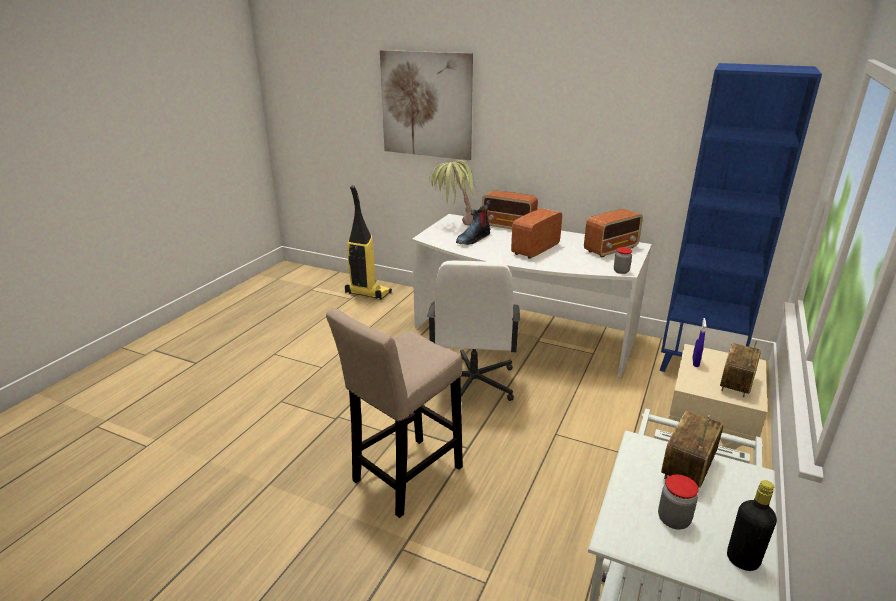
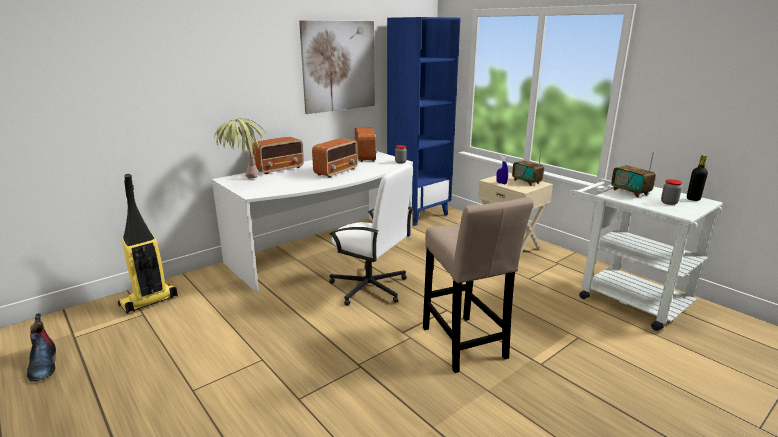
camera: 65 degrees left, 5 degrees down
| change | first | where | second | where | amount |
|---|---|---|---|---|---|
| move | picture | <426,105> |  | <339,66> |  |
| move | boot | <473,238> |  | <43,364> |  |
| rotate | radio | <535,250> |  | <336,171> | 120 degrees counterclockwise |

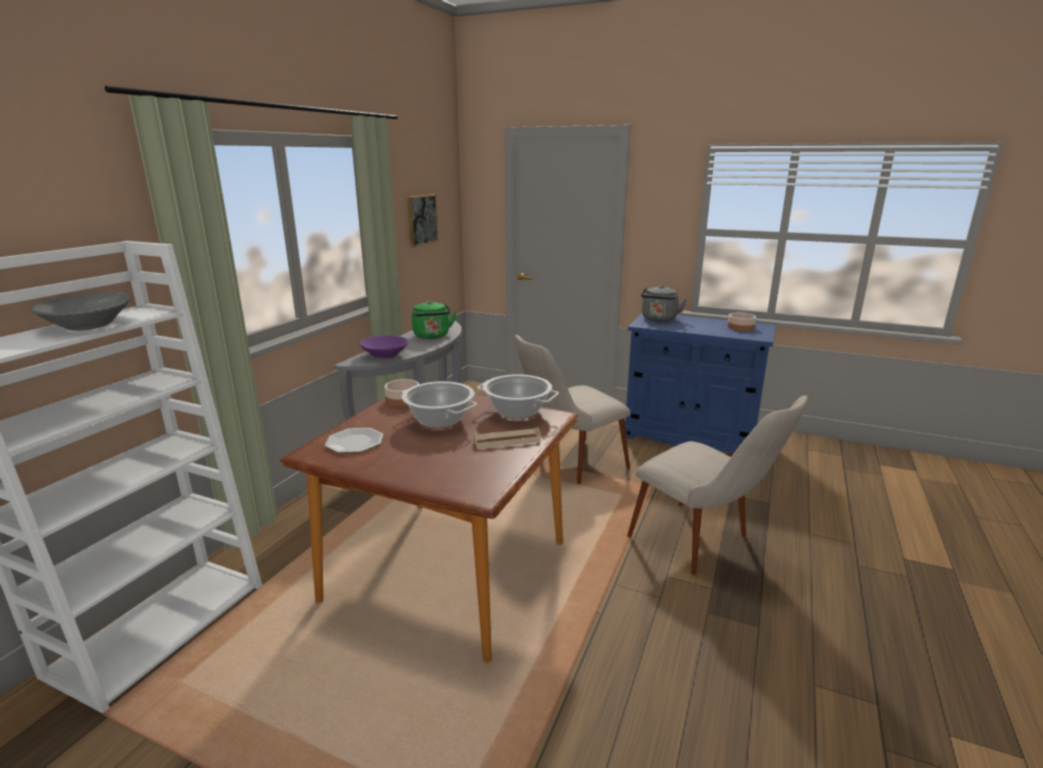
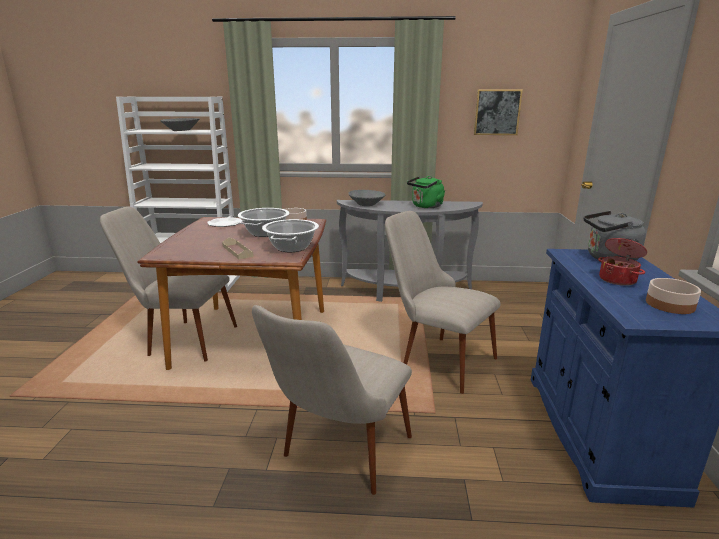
camera: 70 degrees right, 0 degrees up
| change | first | where | second | where | amount |
|---|---|---|---|---|---|
| insert |  |  | chair in beige | <180,339> |  |
| insert |  |  | cooking pot | <618,279> |  |
| recolor | bowl in purple | <385,355> | bowl in grey | <366,204> |  |

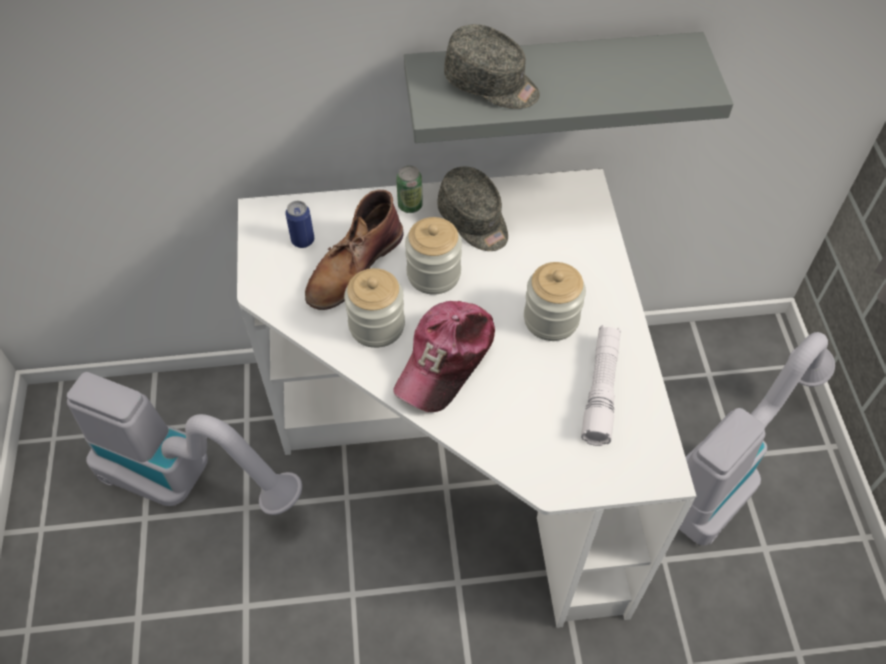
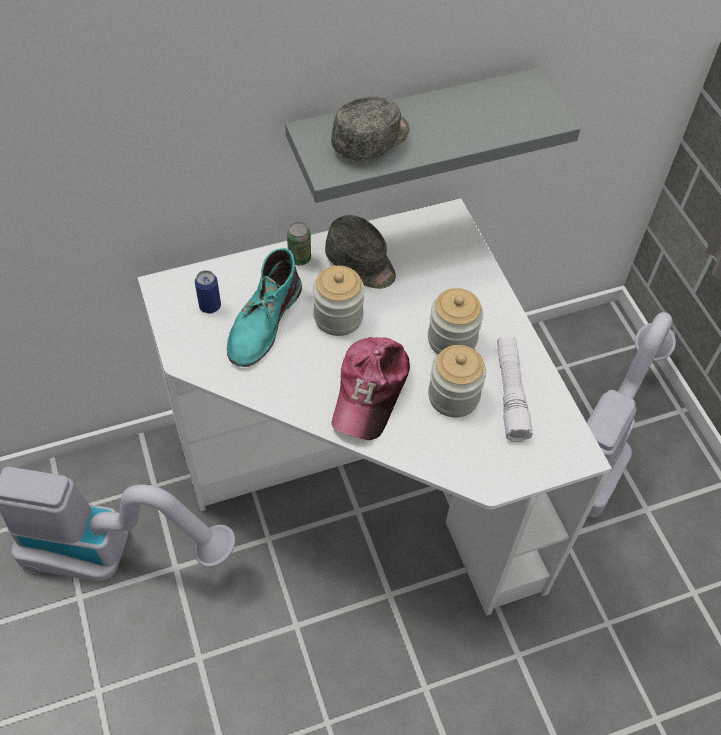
camera: 15 degrees left, 0 degrees up
| change | first | where | second | where | amount |
|---|---|---|---|---|---|
| move | jar | <376,325> |  | <453,396> |  |
| recolor | boot in brown | <353,266> | boot in turquoise | <263,322> |  |
| rotate | cap in grey | <492,84> |  | <372,140> | 60 degrees counterclockwise |

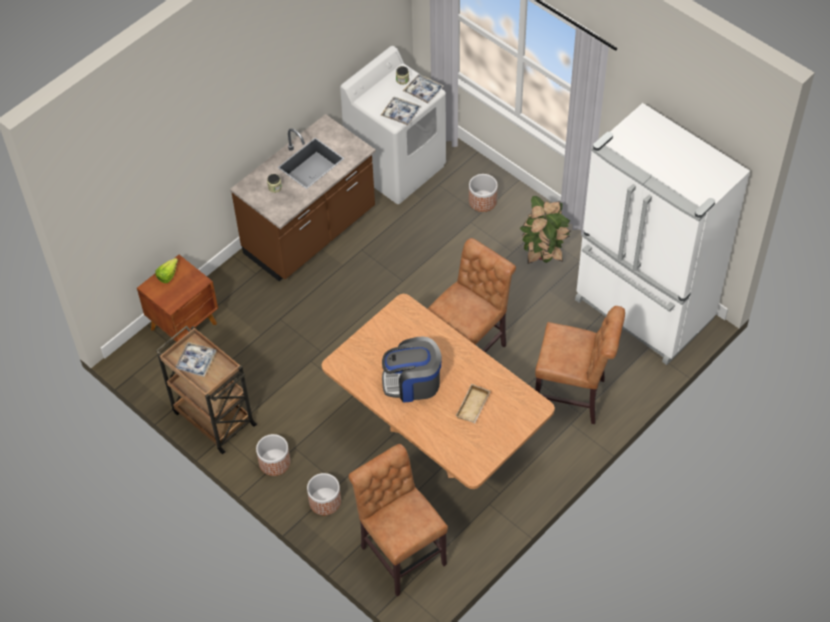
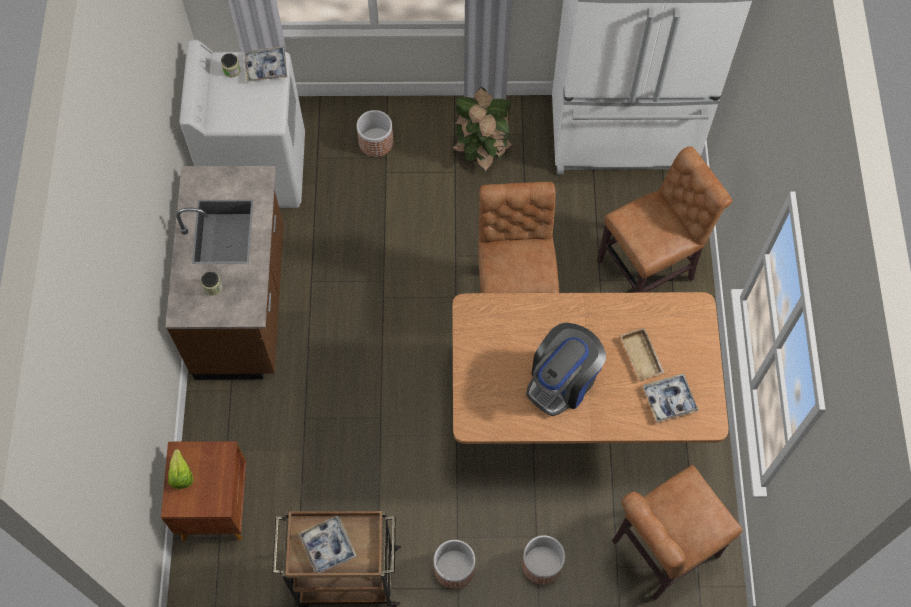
camera: 45 degrees left, 10 degrees up
| change | first | where | second | where | amount |
|---|---|---|---|---|---|
| move | tray | <401,113> |  | <669,400> |  |
| rotate | chair in brown | <400,552> |  | <660,551> | 45 degrees counterclockwise |

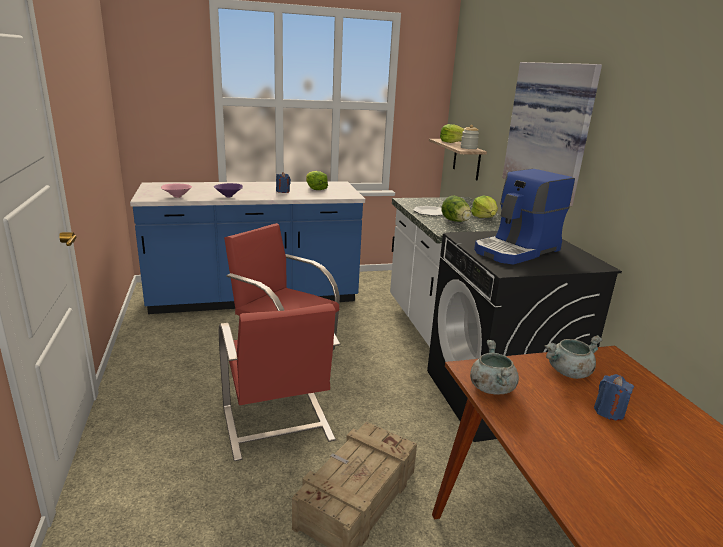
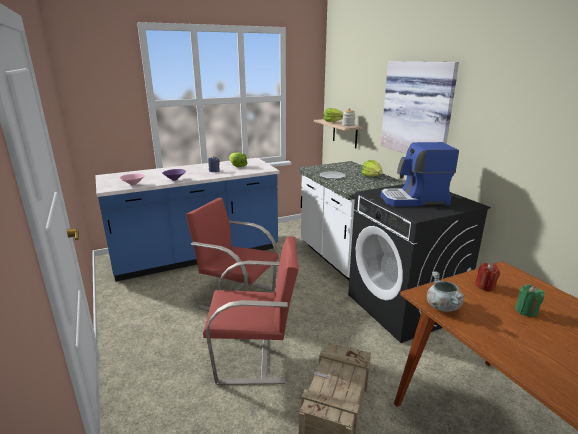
camera: 10 degrees left, 0 degrees up
| change | first | where | second | where | amount |
|---|---|---|---|---|---|
| delete | lettuce | <456,221> |  |  |  |
| replace | cooking pot in grey | <568,372> | candle in red | <485,286> |  |
| recolor | candle in blue | <609,411> | candle in green | <526,311> |  |
| rotate | chair in red | <277,425> |  | <255,356> | 60 degrees counterclockwise |
| rotate | coffee machine | <517,251> |  | <414,200> | 45 degrees clockwise |

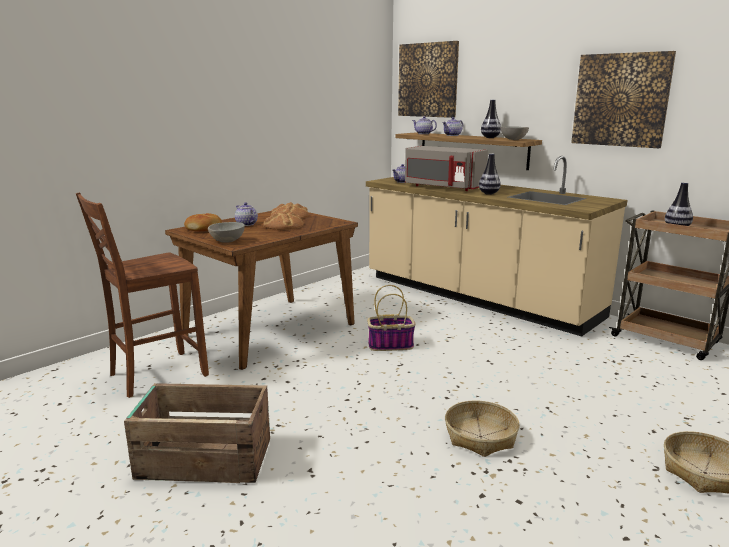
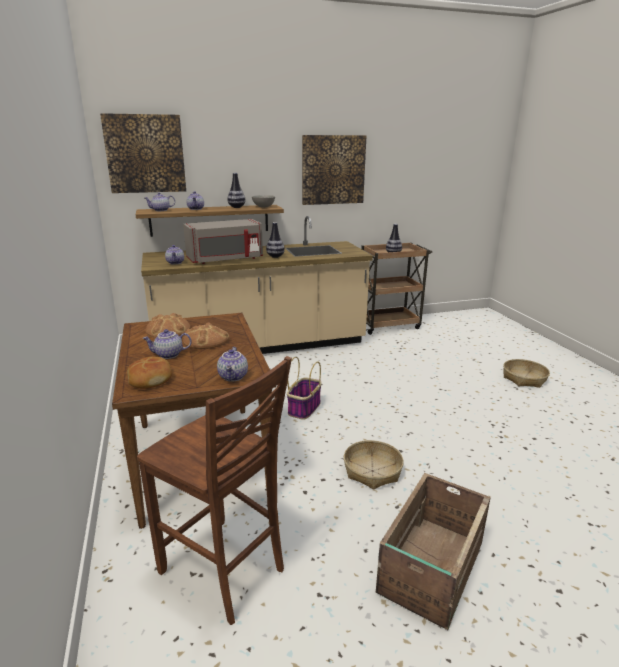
camera: 60 degrees left, 5 degrees up
| change | first | where | second | where | amount |
|---|---|---|---|---|---|
| move | basket | <480,437> |  | <372,471> |  |
| replace | bowl in grey | <227,241> | teapot | <233,377> |  |
| rotate | chair in brown | <155,374> |  | <224,572> | 45 degrees counterclockwise |

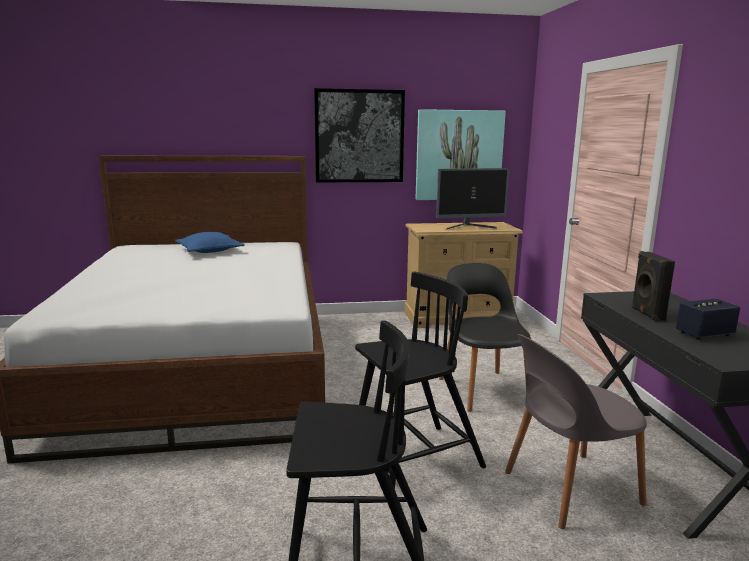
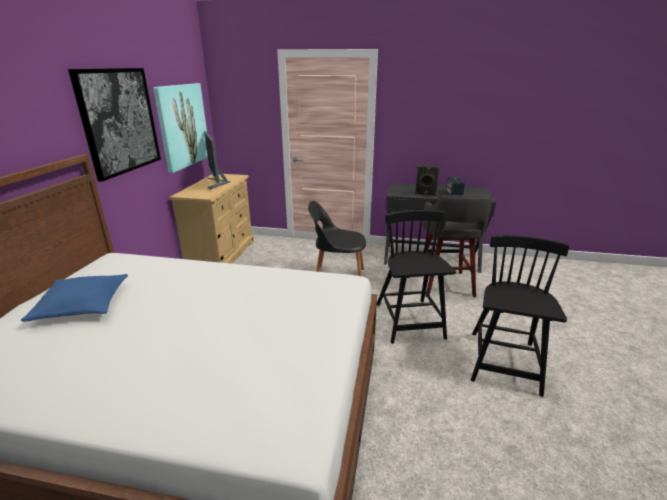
camera: 70 degrees left, 10 degrees up
| change | first | where | second | where | amount |
|---|---|---|---|---|---|
| replace | chair in grey | <568,489> | stool in grey | <445,285> |  |
| rotate | monitor | <469,227> |  | <217,183> | 150 degrees clockwise |

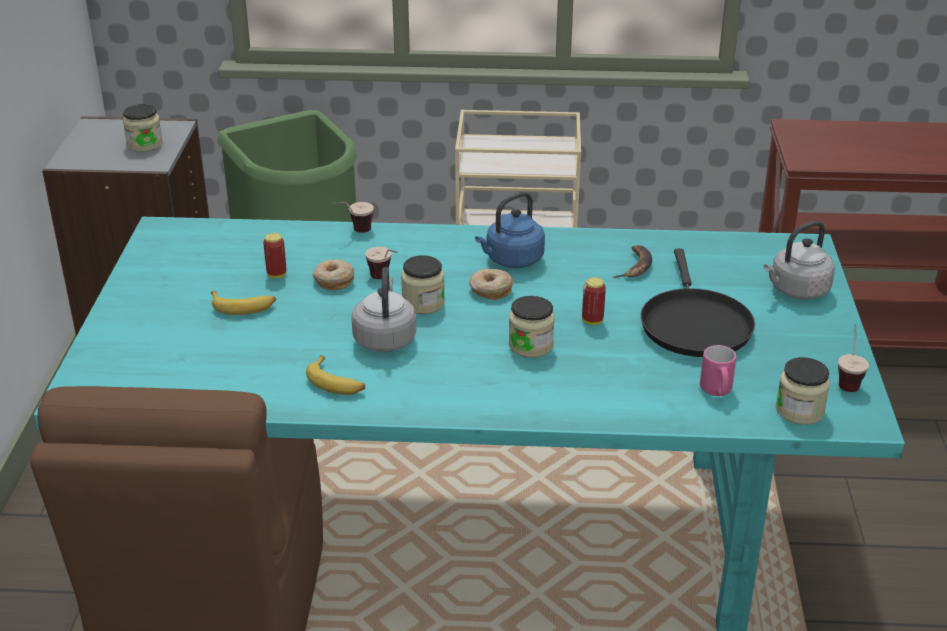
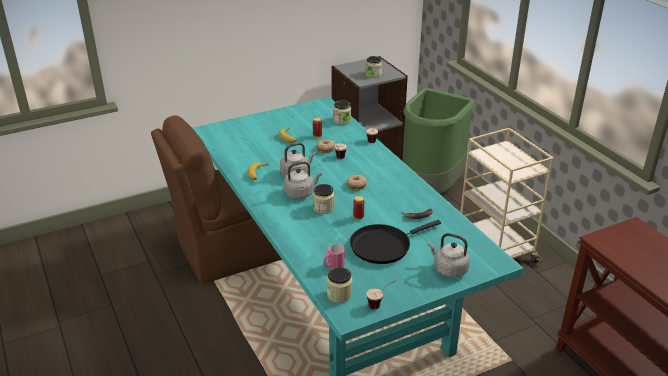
camera: 60 degrees right, 0 degrees up
| change | first | where | second | where | amount |
|---|---|---|---|---|---|
| delete | kettle in blue | <512,260> |  |  |  |
| insert |  |  | kettle in grey | <301,193> |  |
| move | jar | <423,303> |  | <342,120> |  |

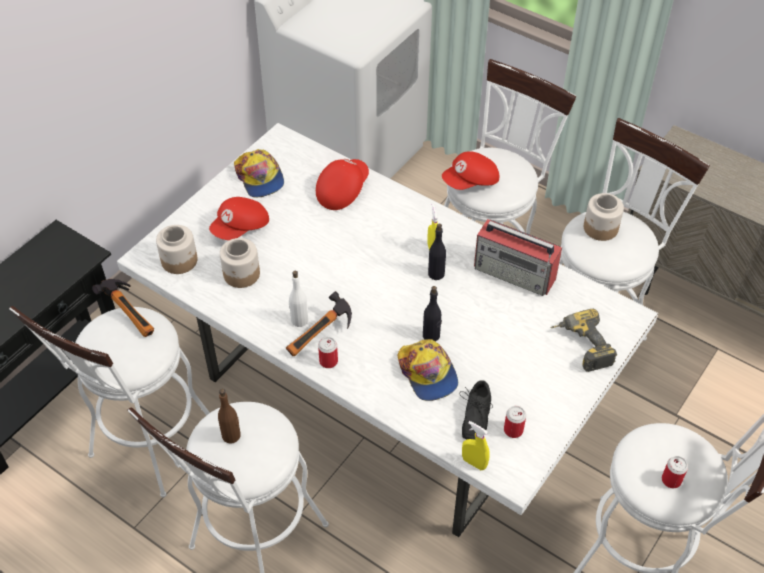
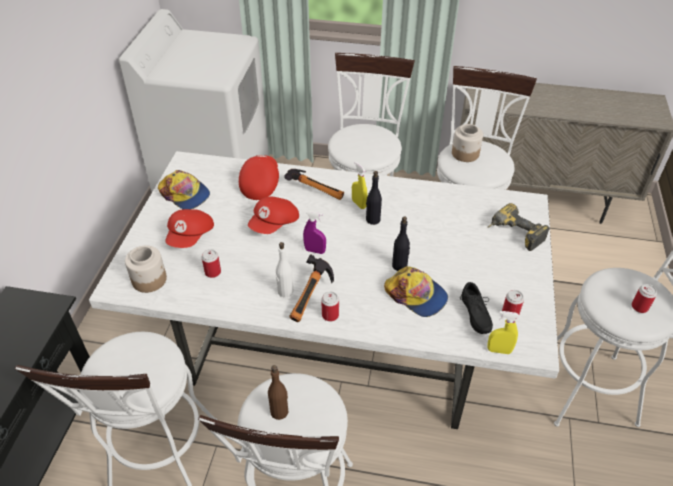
camera: 25 degrees left, 5 degrees down
| change | first | where | second | where | amount |
|---|---|---|---|---|---|
| delete | radio | <515,273> |  |  |  |
| insert |  |  | spray bottle in purple | <315,251> |  |
| move | hammer | <132,313> |  | <316,190> |  |
| move | cap in red | <471,182> |  | <274,224> |  |
| replace | jar | <242,274> | can | <213,272> |  |

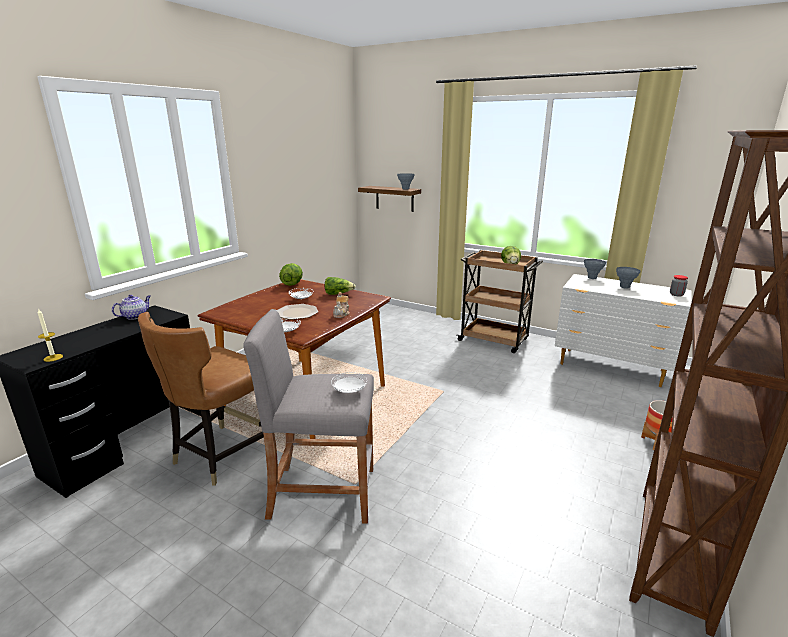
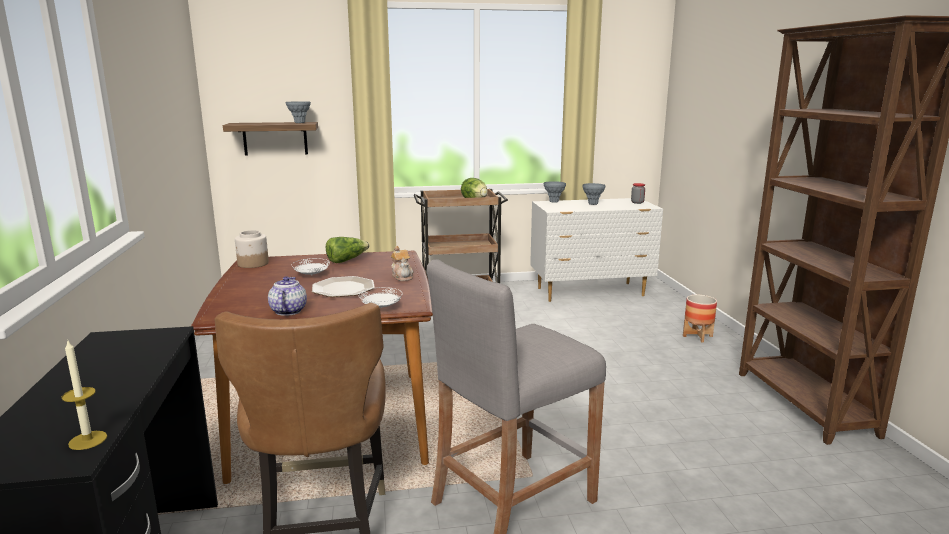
camera: 40 degrees left, 5 degrees down
| change | first | where | second | where | amount |
|---|---|---|---|---|---|
| delete | plate in white | <349,391> |  |  |  |
| move | teapot | <135,316> |  | <288,311> |  |
| replace | lettuce | <292,284> | jar | <253,264> |  |

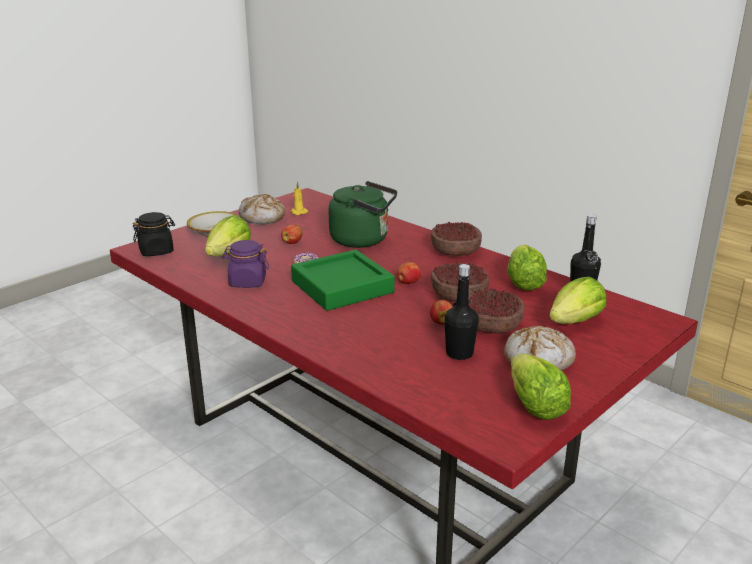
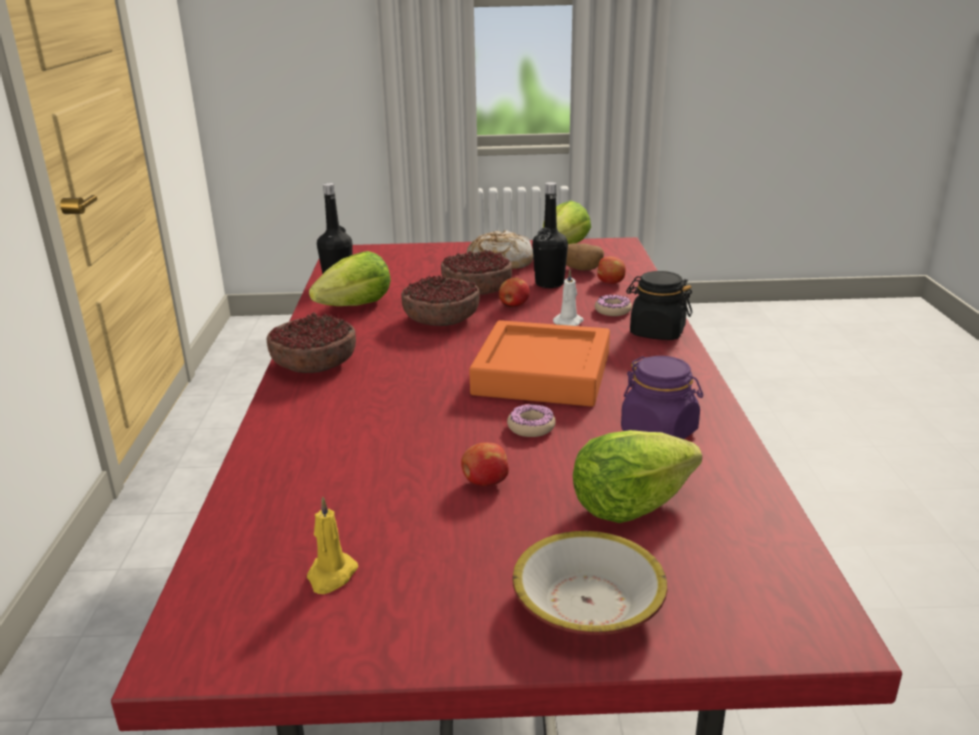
camera: 135 degrees left, 0 degrees up
| change | first | where | second | where | amount |
|---|---|---|---|---|---|
| delete | bread | <262,217> |  |  |  |
| delete | kettle in green | <363,240> |  |  |  |
| delete | lettuce | <575,322> |  |  |  |
| insert |  |  | candle in white | <569,321> |  |
| insert |  |  | potato | <581,269> |  |
| insert |  |  | donut | <613,310> |  |
| move | jar in black | <156,251> |  | <657,332> |  |
| move | apple | <408,283> |  | <611,282> |  |
| recolor | tray in green | <342,287> | tray in orange | <542,374> |  |

